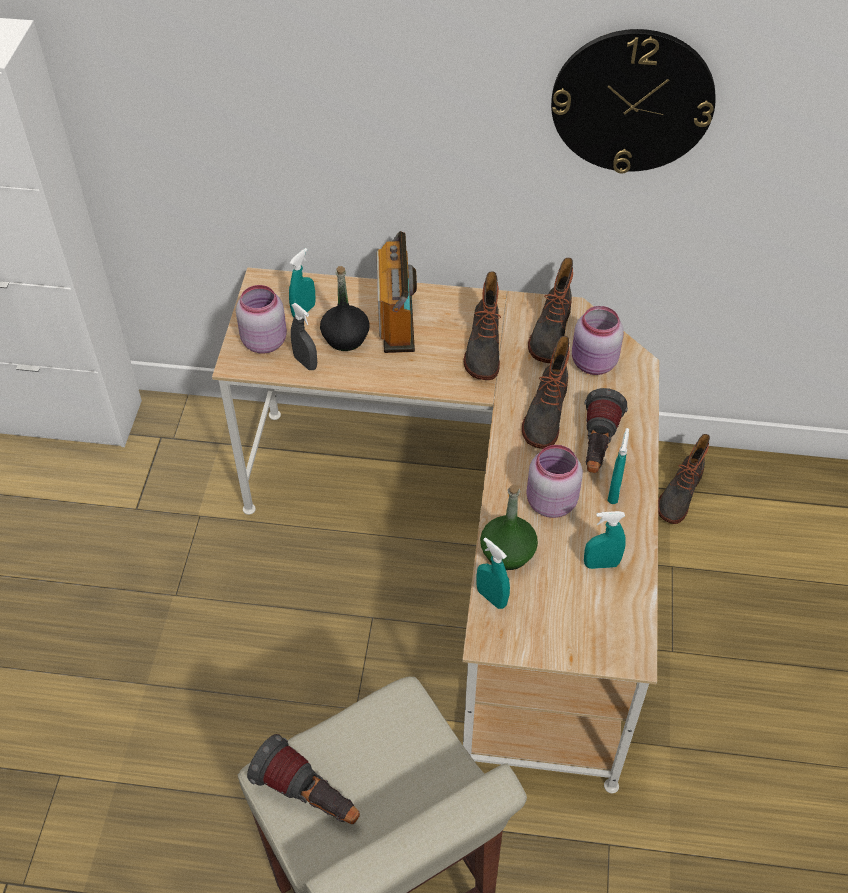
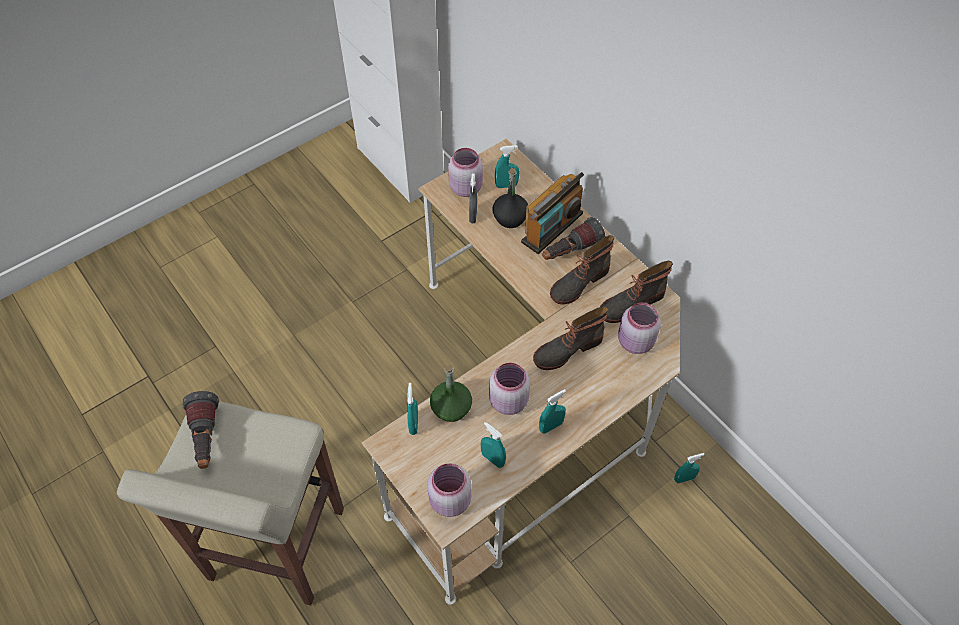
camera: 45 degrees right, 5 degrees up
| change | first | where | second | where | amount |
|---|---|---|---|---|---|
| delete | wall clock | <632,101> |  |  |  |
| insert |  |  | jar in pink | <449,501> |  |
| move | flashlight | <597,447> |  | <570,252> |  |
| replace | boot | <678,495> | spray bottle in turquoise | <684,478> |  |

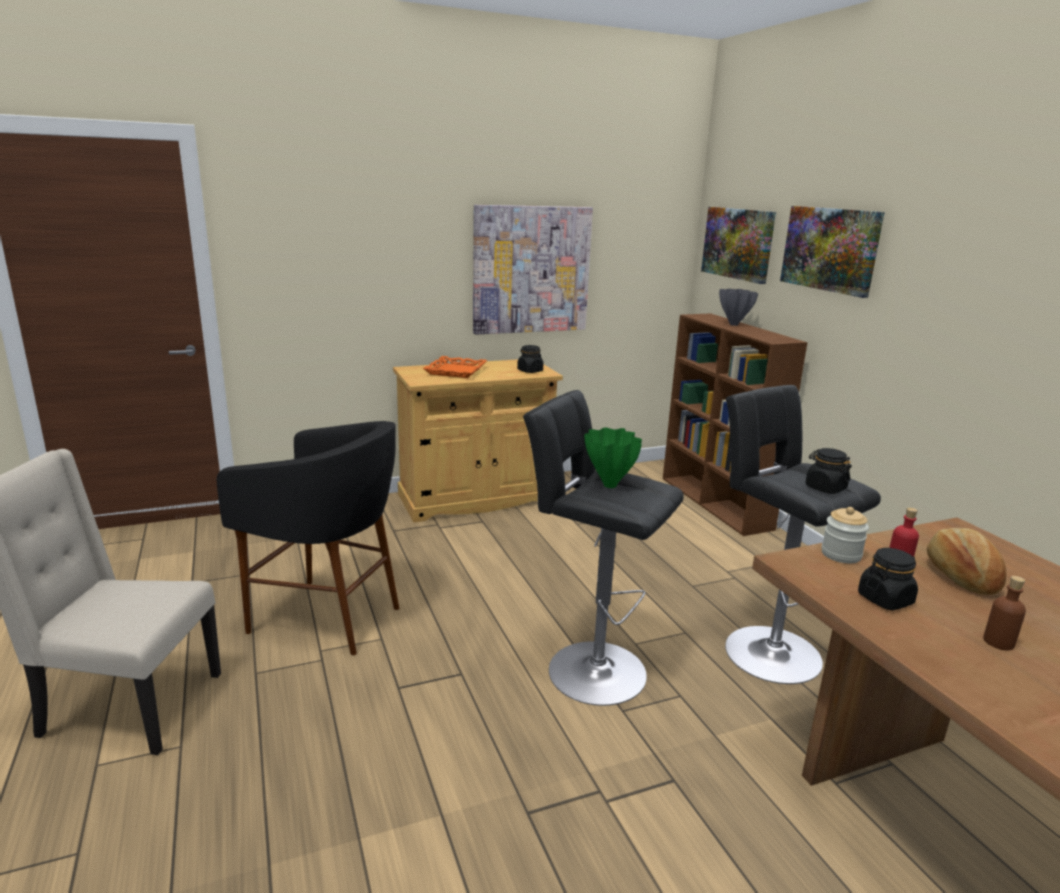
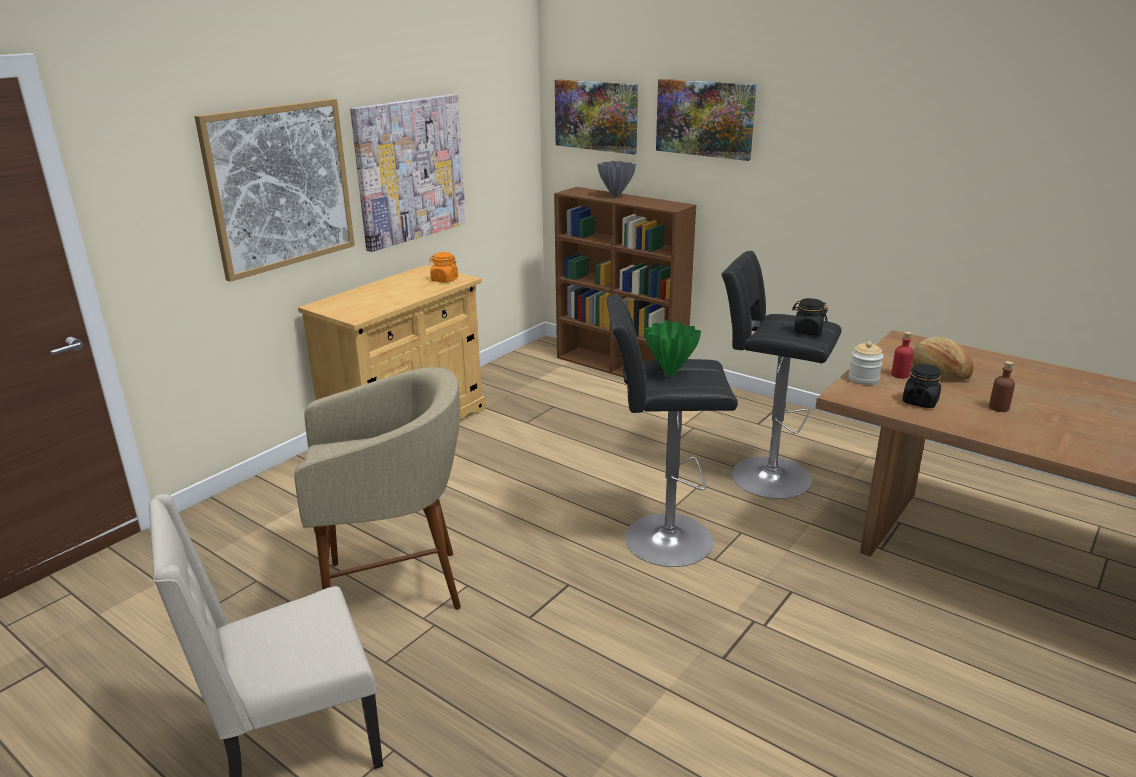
camera: 30 degrees left, 5 degrees up
| change | first | where | second | where | amount |
|---|---|---|---|---|---|
| delete | tray in orange | <456,371> |  |  |  |
| insert |  |  | picture | <280,187> |  |
| recolor | stool in black | <327,618> | stool in beige | <395,588> |  |
| recolor | jar in black | <530,371> | jar in orange | <444,280> |  |

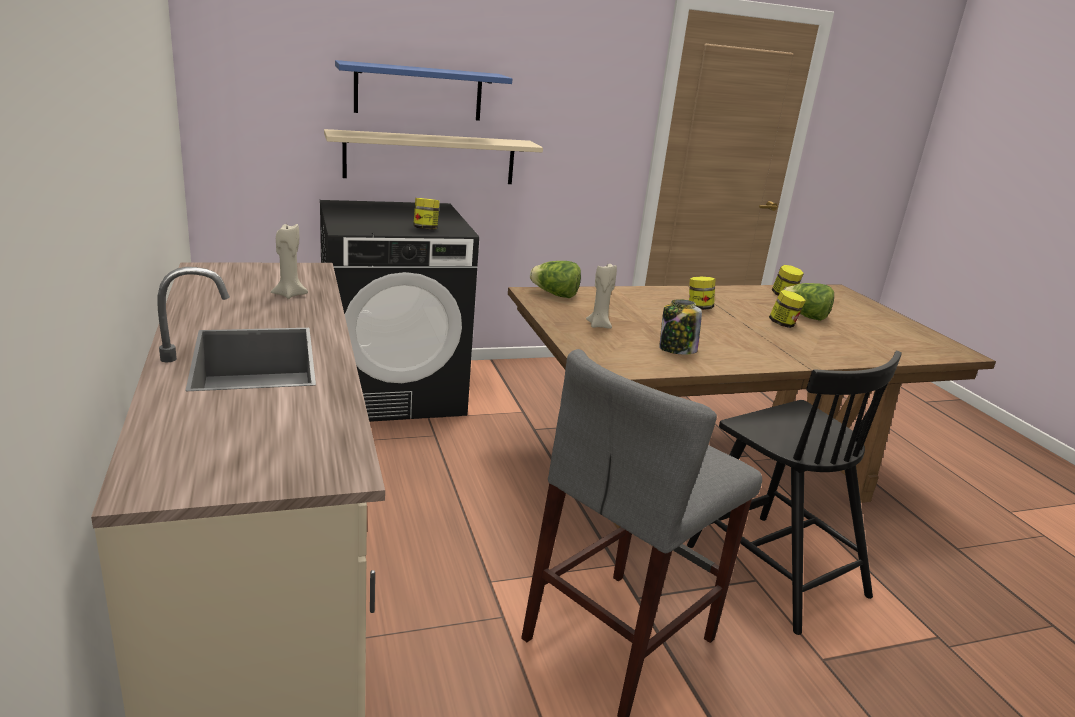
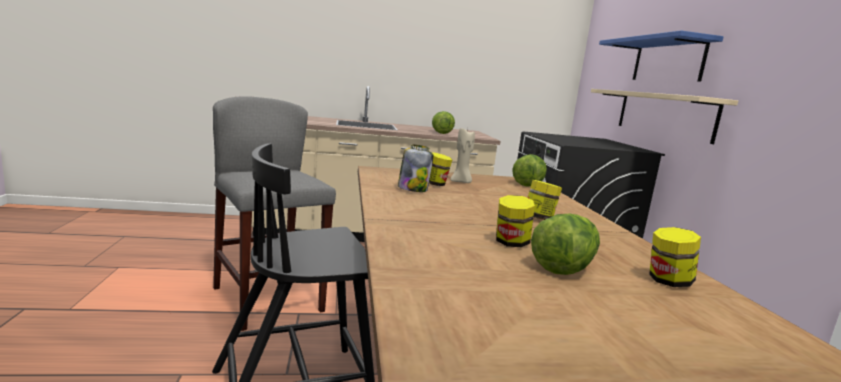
camera: 100 degrees right, 10 degrees down
| change | first | where | second | where | amount |
|---|---|---|---|---|---|
| move | jar | <425,229> |  | <435,184> |  |
| replace | candle in beige | <289,294> | lettuce | <440,132> |  |

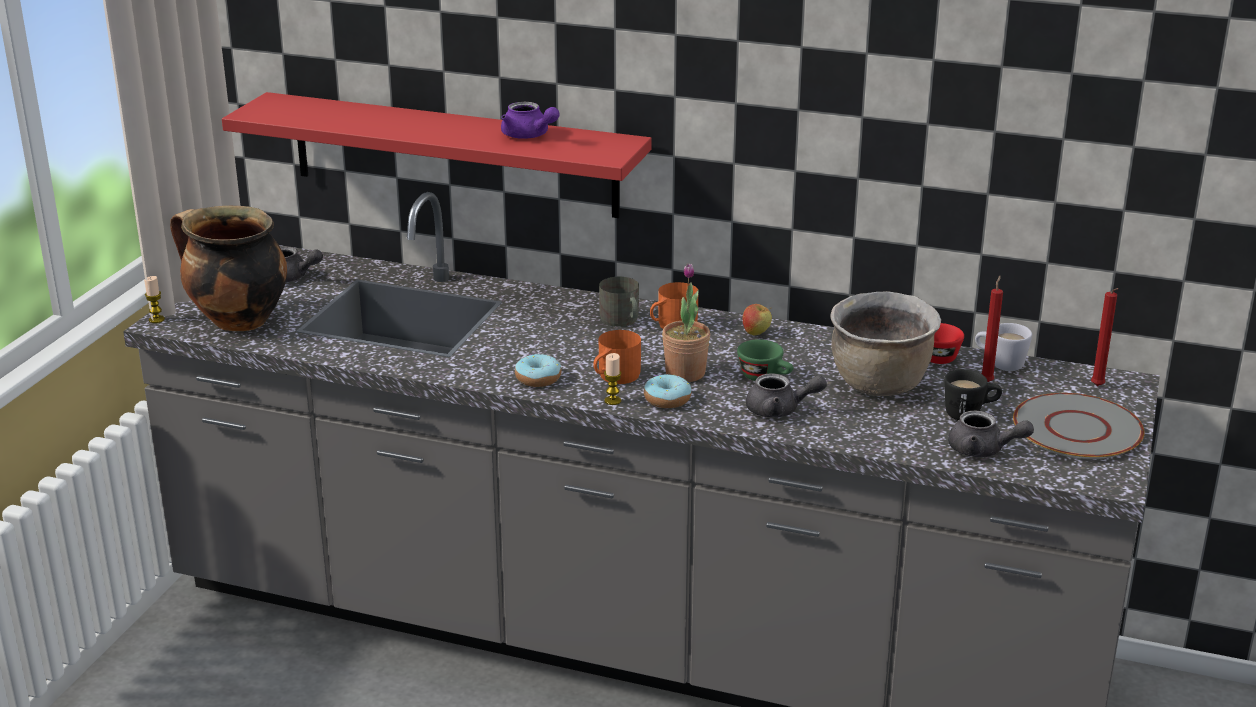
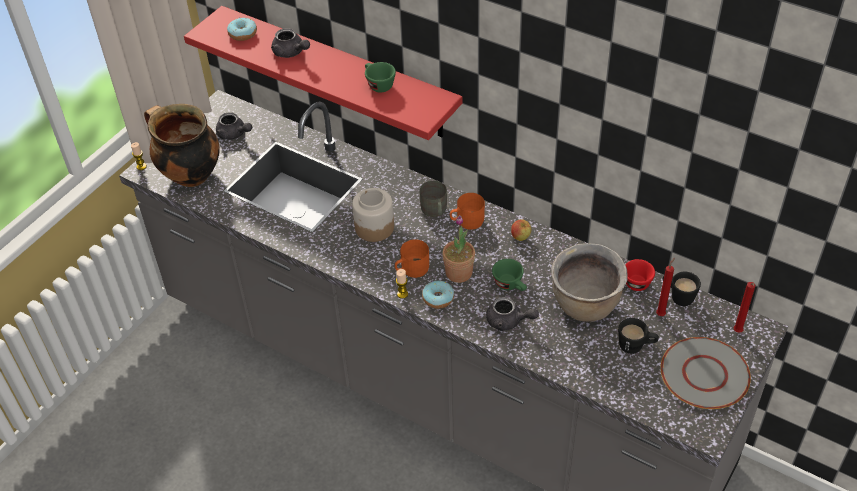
camera: 15 degrees right, 20 degrees up
| change | first | where | second | where | amount |
|---|---|---|---|---|---|
| insert |  |  | jar | <374,227> |  |
| move | donut | <538,379> |  | <243,34> |  |
| move | teapot in grey | <983,450> |  | <291,53> |  |
| replace | teapot in purple | <528,136> | cup in green | <378,84> |  |
| recolor | mug in white | <1000,364> | mug in black | <677,296> |  |

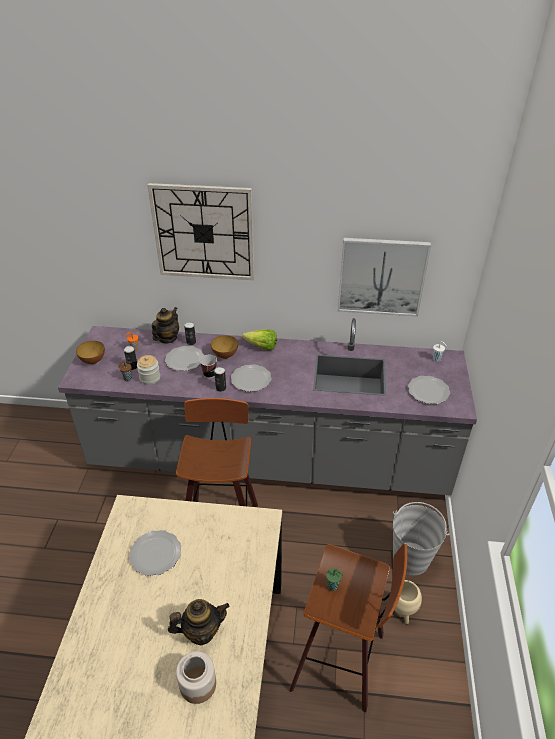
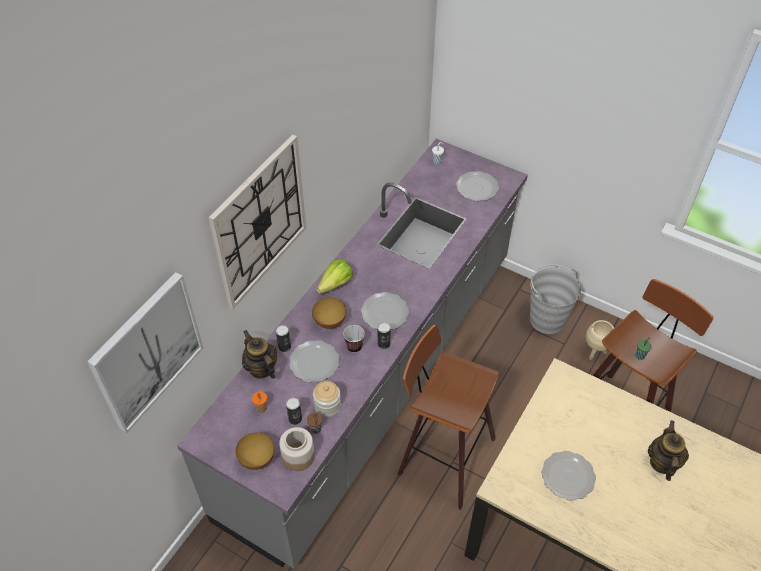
camera: 65 degrees left, 10 degrees up
| change | first | where | second | where | amount |
|---|---|---|---|---|---|
| move | jar | <198,684> |  | <298,456> |  |
| move | picture | <381,276> |  | <147,352> |  |

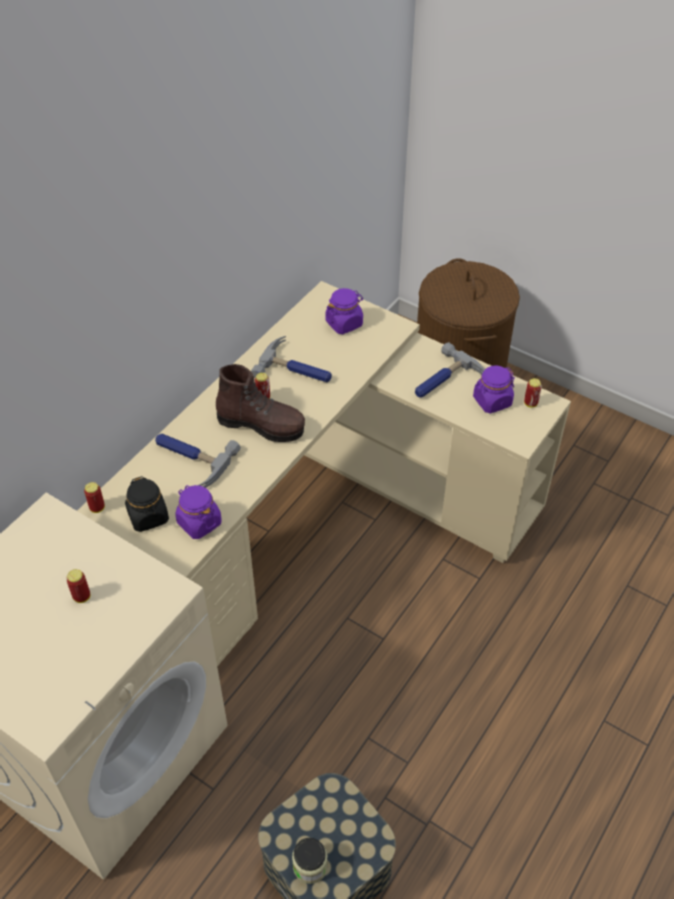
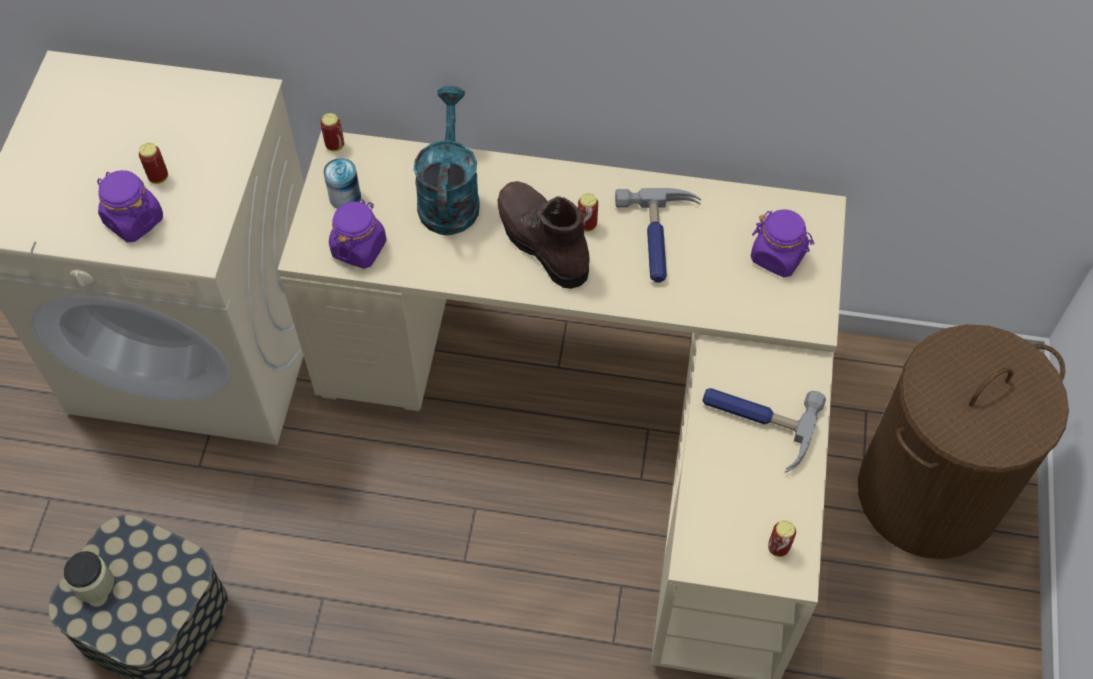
camera: 65 degrees right, 10 degrees up
| change | first | where | second | where | amount |
|---|---|---|---|---|---|
| move | jar in purple | <492,401> |  | <133,220> |  |
| replace | jar in black | <148,517> | can | <345,197> |  |
| replace | hammer | <190,459> | watering can in turquoise | <449,196> |  |
| rotate | boot in brown | <261,425> |  | <541,243> | 150 degrees clockwise |

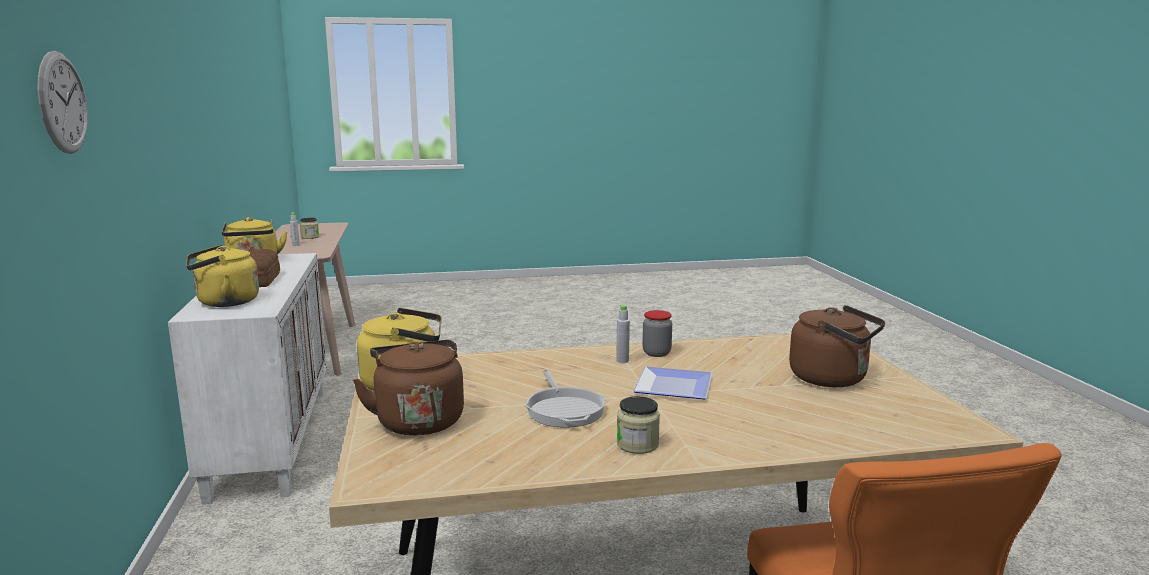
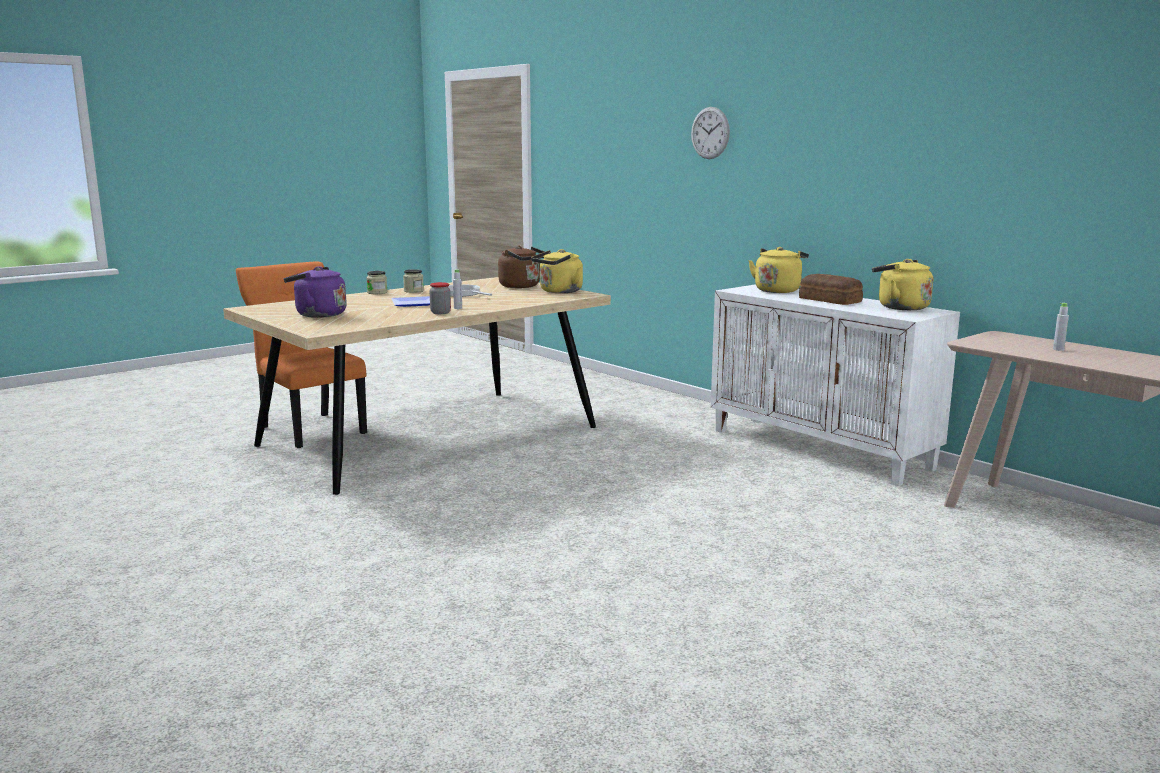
camera: 150 degrees right, 0 degrees up
| change | first | where | second | where | amount |
|---|---|---|---|---|---|
| move | jar | <310,237> |  | <377,293> |  |
| recolor | kettle in brown | <833,379> | kettle in purple | <317,315> |  |

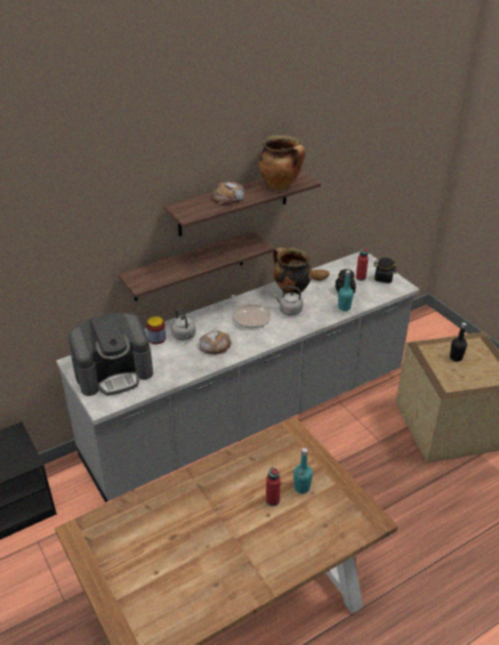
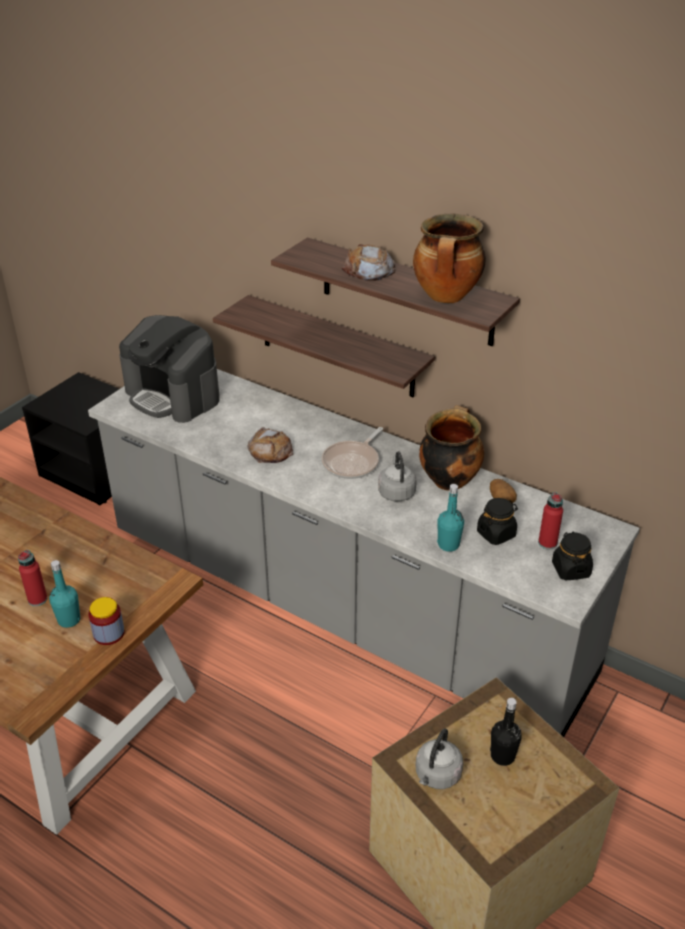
camera: 65 degrees right, 0 degrees up
| change | first | where | second | where | amount |
|---|---|---|---|---|---|
| move | jar | <157,338> |  | <109,633> |  |
| move | kettle in grey | <184,336> |  | <436,776> |  |

